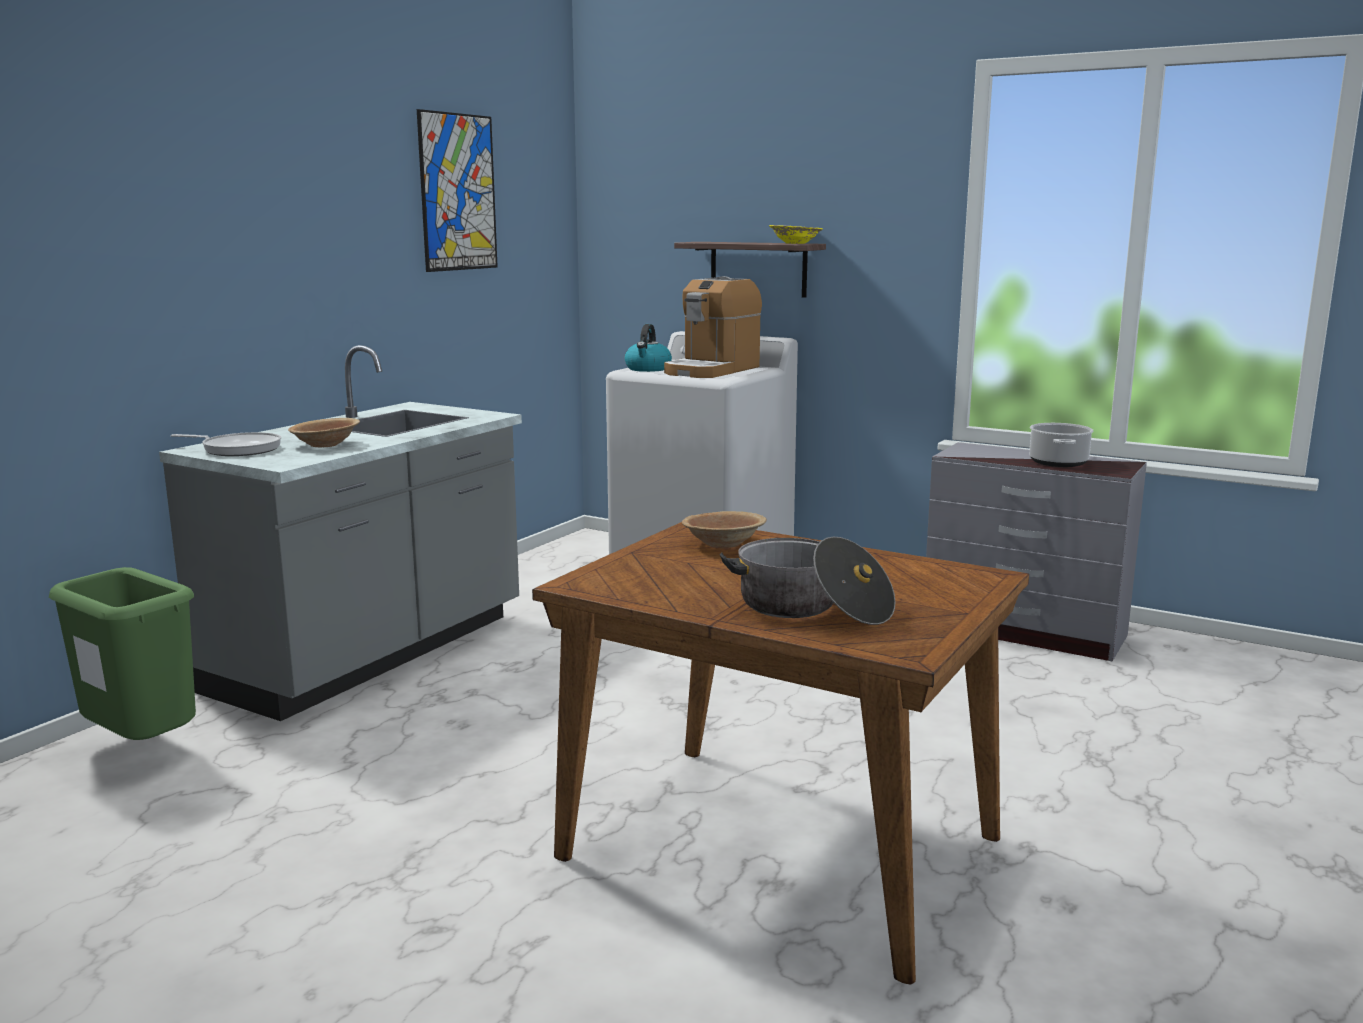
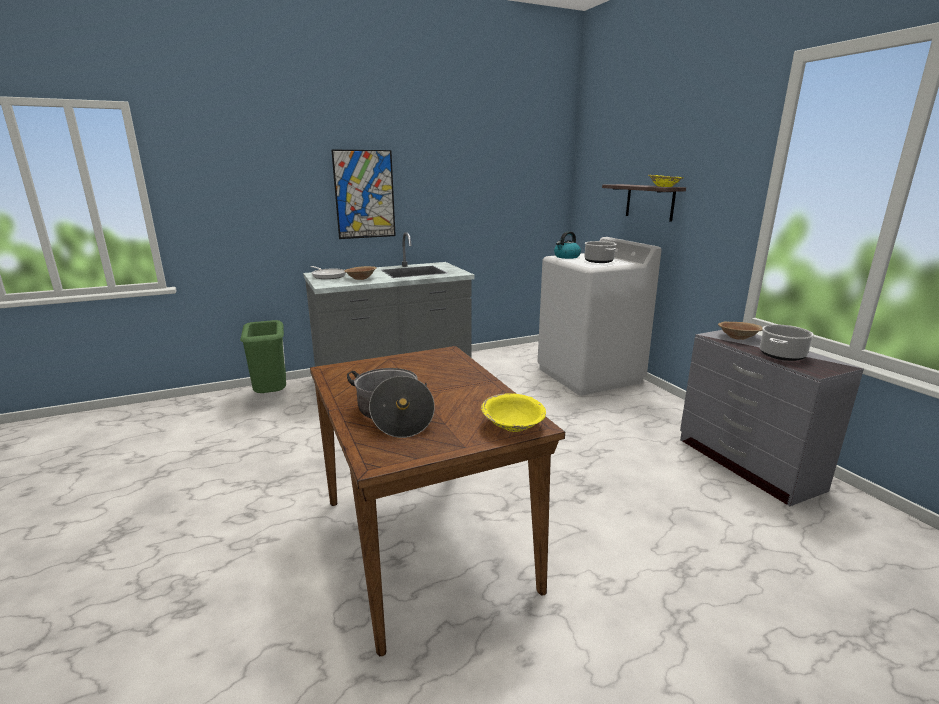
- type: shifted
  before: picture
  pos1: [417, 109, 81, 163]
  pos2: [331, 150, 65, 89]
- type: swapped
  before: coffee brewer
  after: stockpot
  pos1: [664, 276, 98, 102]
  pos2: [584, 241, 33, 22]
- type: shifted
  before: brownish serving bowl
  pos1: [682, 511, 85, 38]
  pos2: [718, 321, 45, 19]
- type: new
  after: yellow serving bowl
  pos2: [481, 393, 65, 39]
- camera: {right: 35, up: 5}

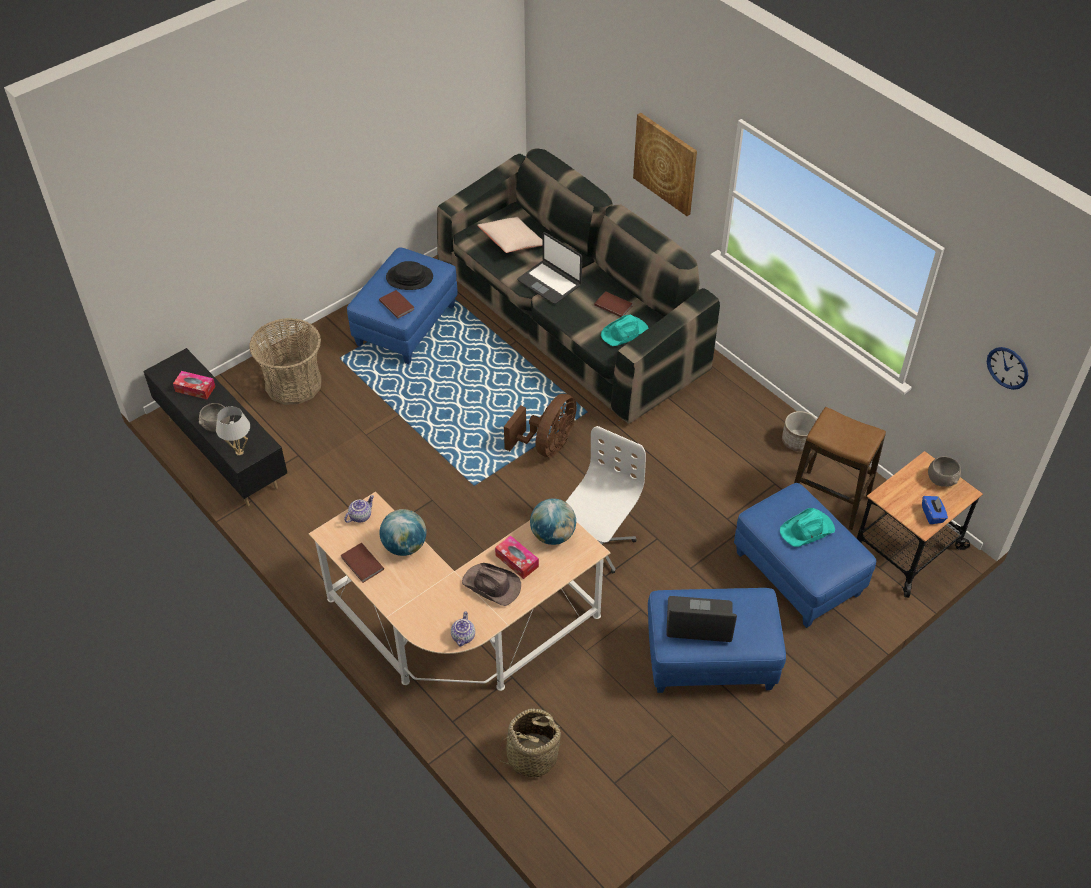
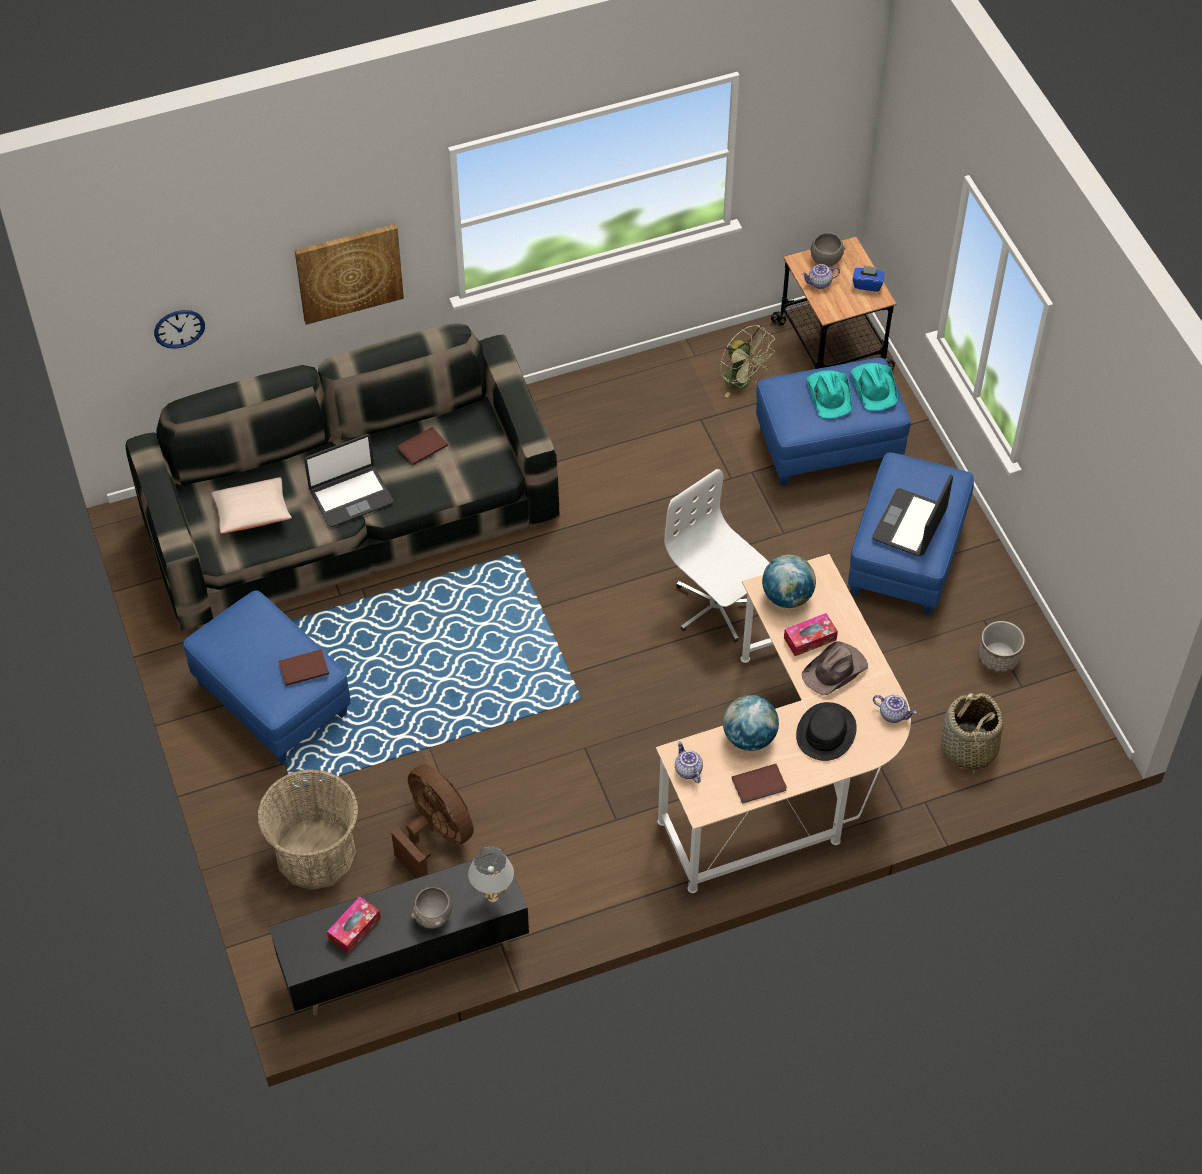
- type: shifted
  before: blackish wearable hat
  pos1: [386, 261, 47, 29]
  pos2: [796, 702, 61, 59]
- type: shifted
  before: blue-green wearable hat
  pos1: [601, 315, 47, 31]
  pos2: [851, 363, 47, 48]
- type: shifted
  before: hanging clock
  pos1: [987, 347, 41, 43]
  pos2: [154, 310, 51, 39]
- type: shifted
  before: brownish fan
  pos1: [504, 394, 73, 63]
  pos2: [391, 764, 83, 114]
- type: swapped
  before: sitting stool
  after: green-coloured fan
  pos1: [794, 407, 92, 123]
  pos2: [721, 325, 55, 72]
- type: shifted
  before: plant pot
  pos1: [782, 411, 35, 40]
  pos2: [978, 621, 47, 52]
- type: new
  after: tea pot
  pos2: [802, 264, 38, 25]
- camera: {right: -70, up: 5}

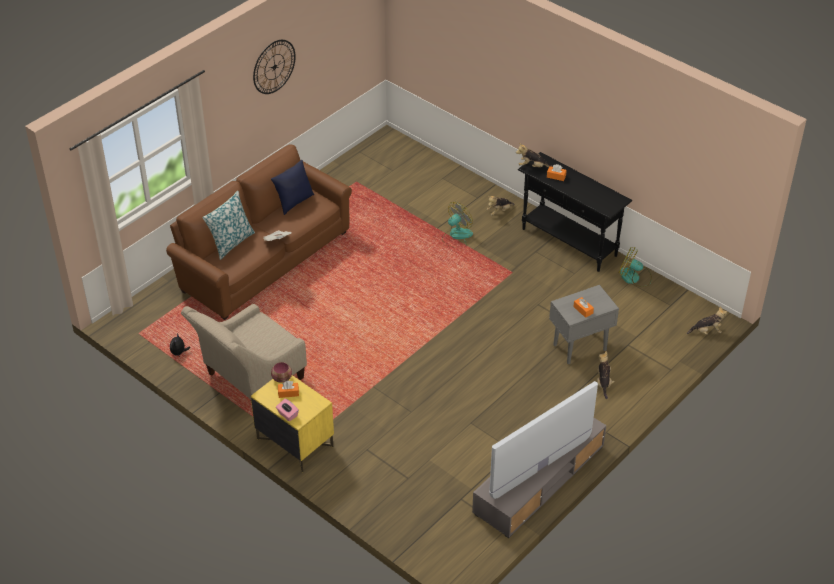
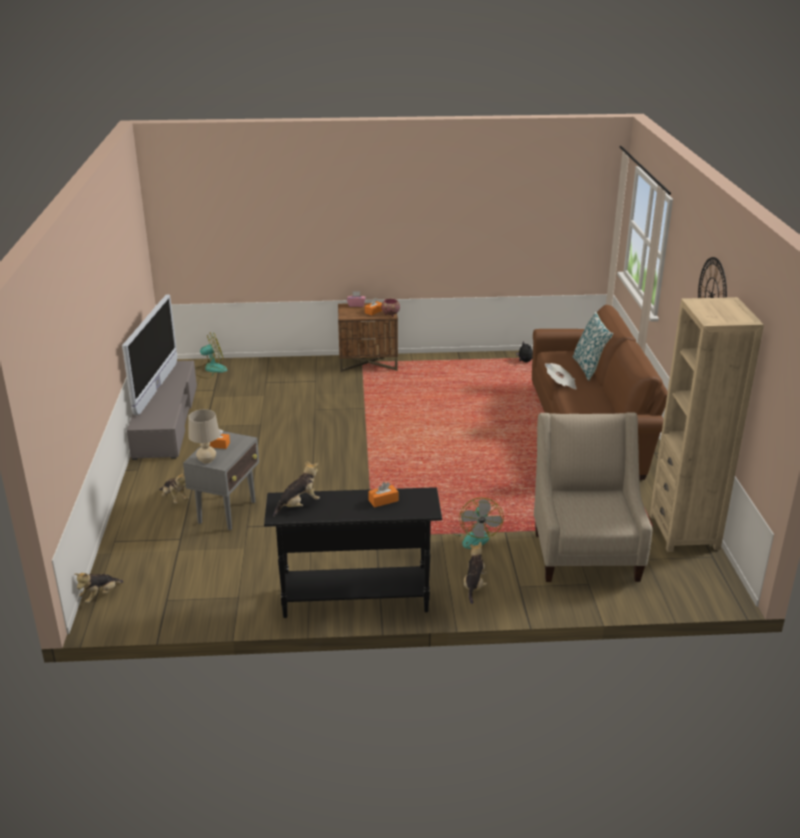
- type: shifted
  before: plush toy
  pos1: [516, 143, 36, 25]
  pos2: [273, 460, 47, 57]
- type: gone
  before: bluish pillow
  pos1: [271, 160, 43, 55]
- type: shifted
  before: fan
  pos1: [619, 247, 33, 40]
  pos2: [195, 333, 32, 46]
- type: shifted
  before: sand-coloured easy chair
  pos1: [181, 304, 126, 96]
  pos2: [534, 412, 118, 170]
- type: repainted
  before: yellow nightstand
  after: brownish nightstand
  pos1: [251, 375, 83, 97]
  pos2: [338, 303, 60, 70]
- type: new
  after: sand-coloured bookshelf
  pos2: [649, 297, 115, 255]
- type: new
  after: sand-coloured lamp for a table
  pos2: [188, 409, 32, 55]
- camera: {right: 135, up: -15}

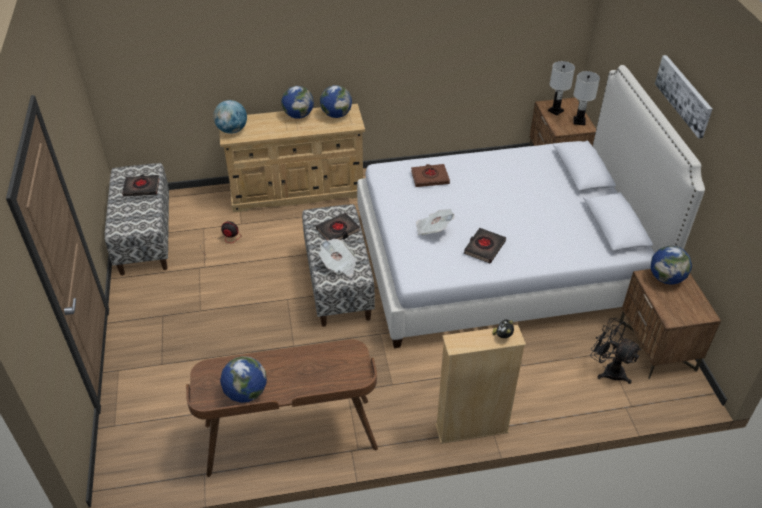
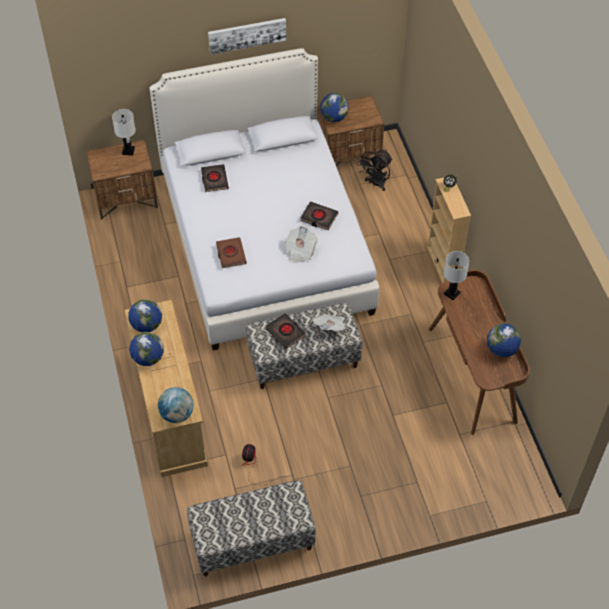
- type: shifted
  before: white-coloured lamp for a table
  pos1: [548, 61, 27, 54]
  pos2: [444, 251, 25, 49]
- type: shifted
  before: blackish volume
  pos1: [122, 175, 37, 22]
  pos2: [201, 164, 28, 28]
- camera: {right: -95, up: 10}

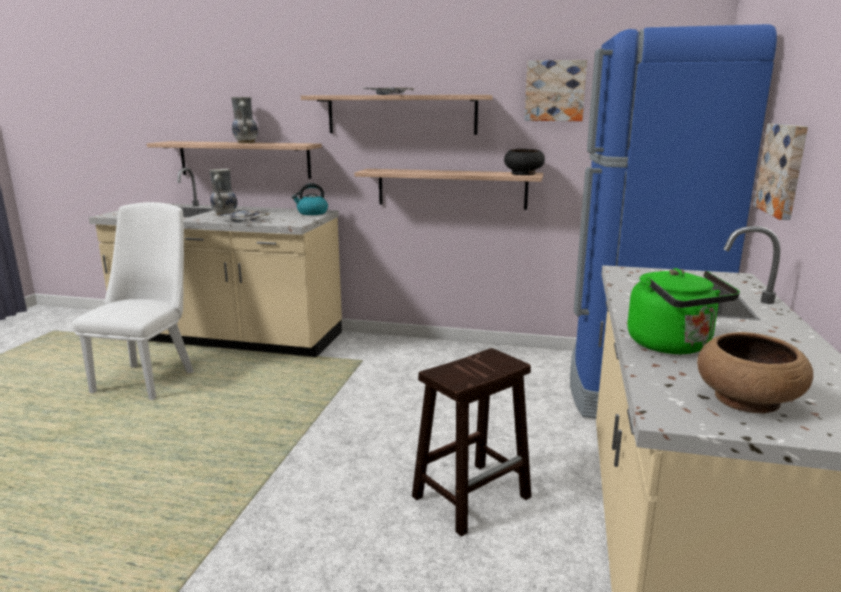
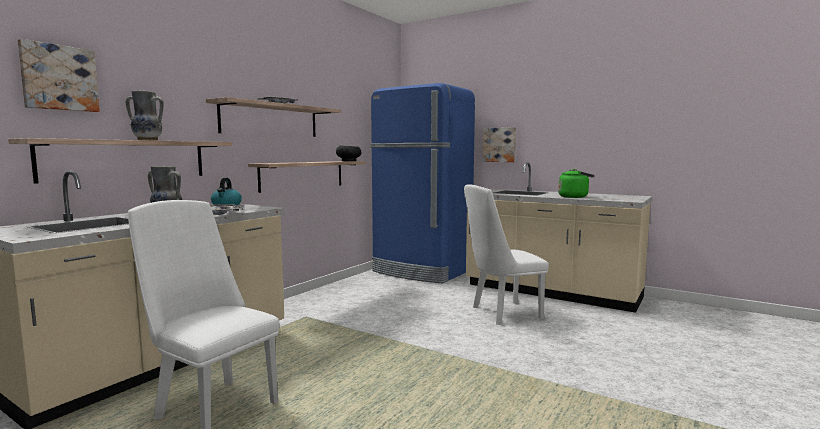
- type: shifted
  before: picture
  pos1: [524, 60, 63, 61]
  pos2: [18, 39, 82, 73]
- type: gone
  before: brownish serving bowl
  pos1: [697, 332, 116, 82]
- type: swapped
  before: brownish sitting stool
  after: white-coloured chair
  pos1: [412, 348, 119, 189]
  pos2: [464, 184, 85, 141]
- camera: {right: -70, up: -10}

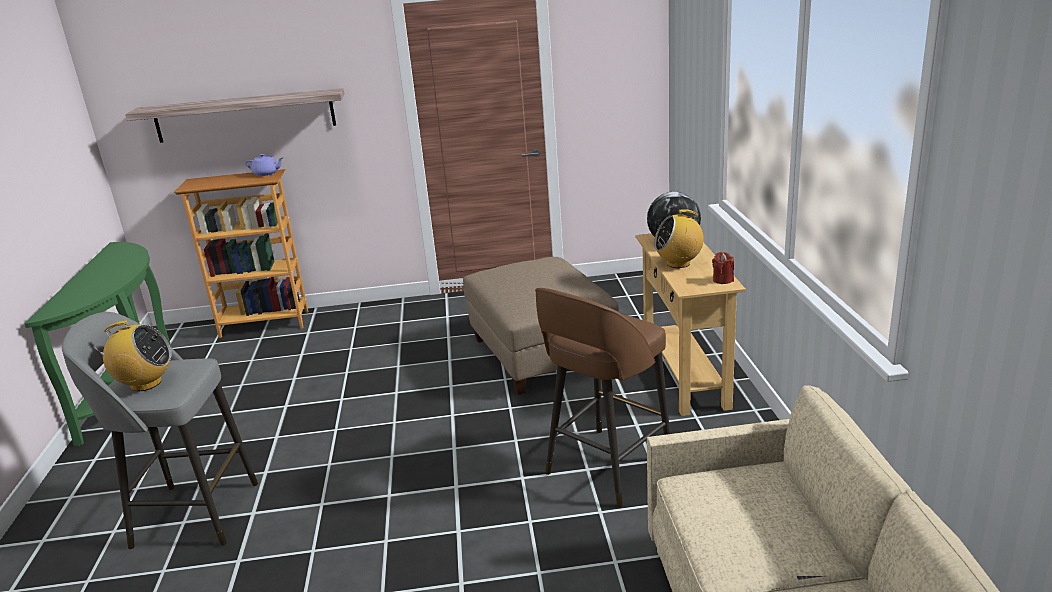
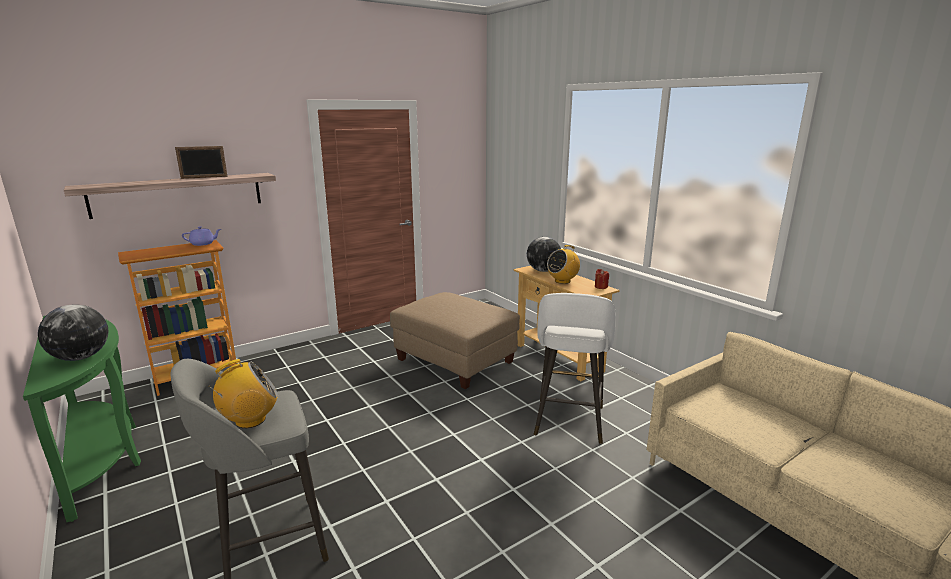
- type: repainted
  before: brownish sitting stool
  after: white-coloured sitting stool
  pos1: [535, 288, 135, 220]
  pos2: [534, 293, 82, 151]
- type: new
  after: photo frame
  pos2: [175, 146, 53, 33]
- type: new
  after: world globe
  pos2: [38, 304, 71, 57]
- camera: {right: -30, up: -5}

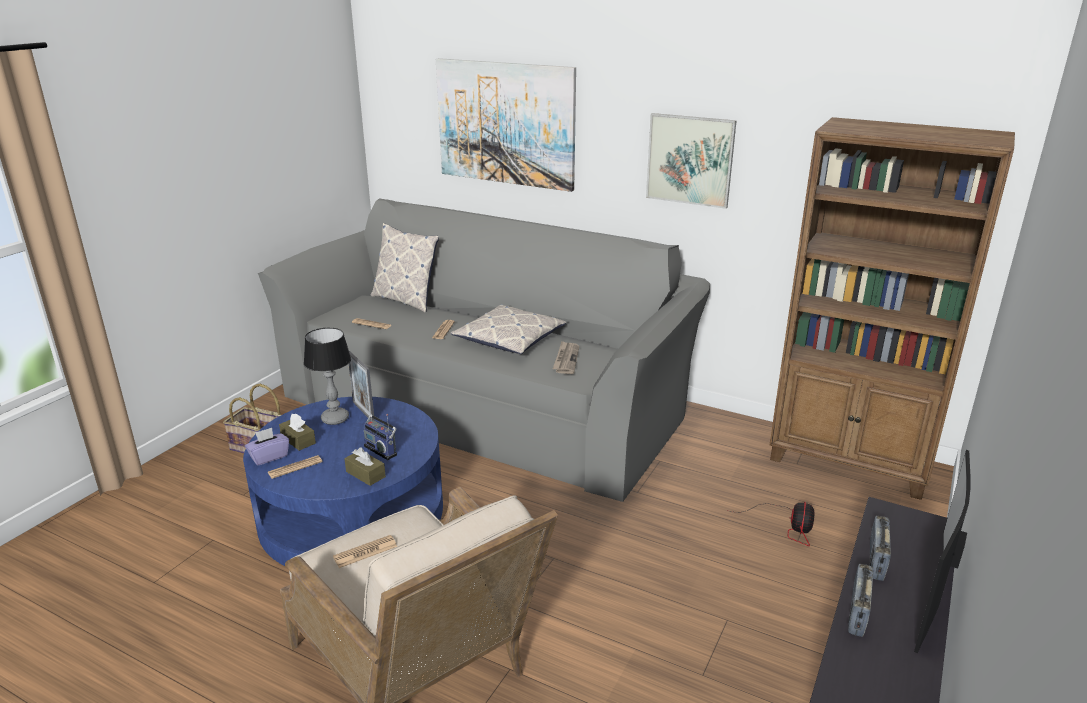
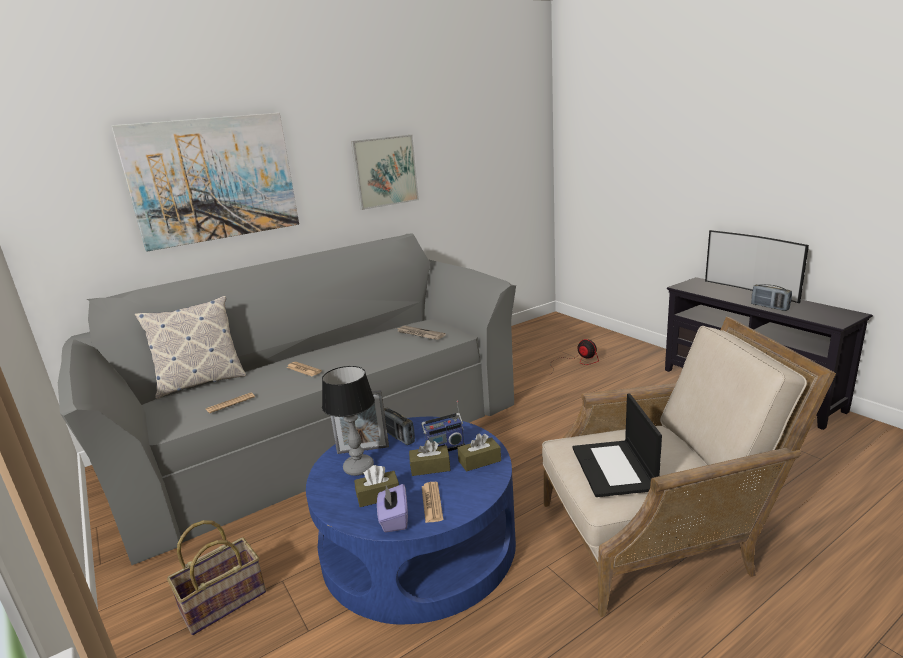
- type: gone
  before: brownish bookshelf
  pos1: [770, 117, 245, 383]
- type: gone
  before: pillow
  pos1: [450, 304, 117, 50]
- type: shifted
  before: radio receiver
  pos1: [869, 516, 22, 65]
  pos2: [384, 408, 31, 37]
- type: swapped
  before: printed paper
  after: notebook computer
  pos1: [333, 535, 64, 33]
  pos2: [572, 393, 90, 104]
- type: new
  after: brownish tissue box
  pos2: [409, 440, 42, 36]
- camera: {right: -60, up: -5}

